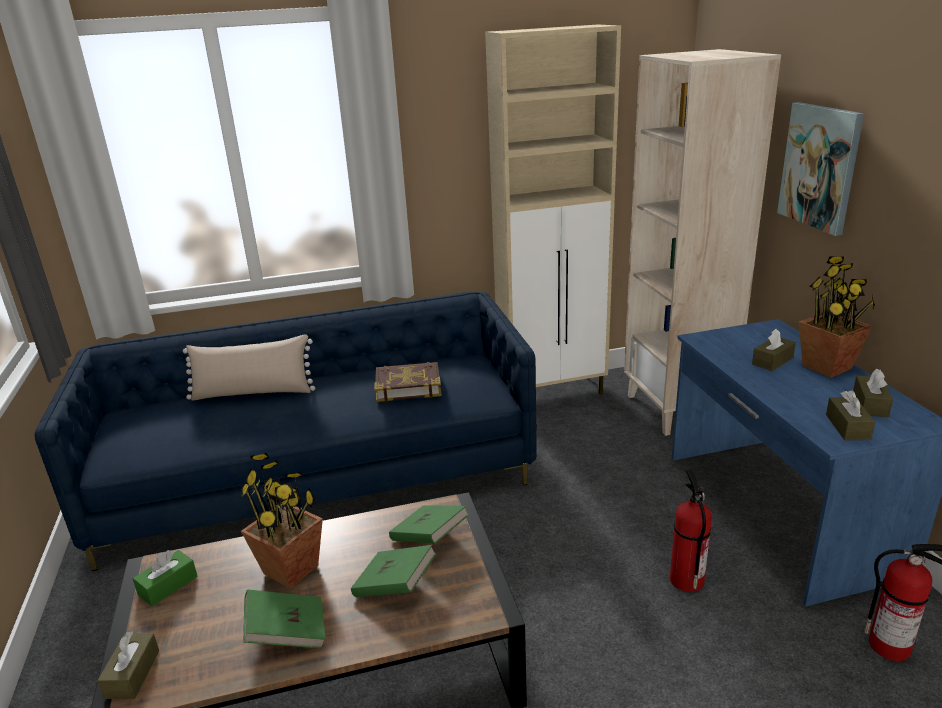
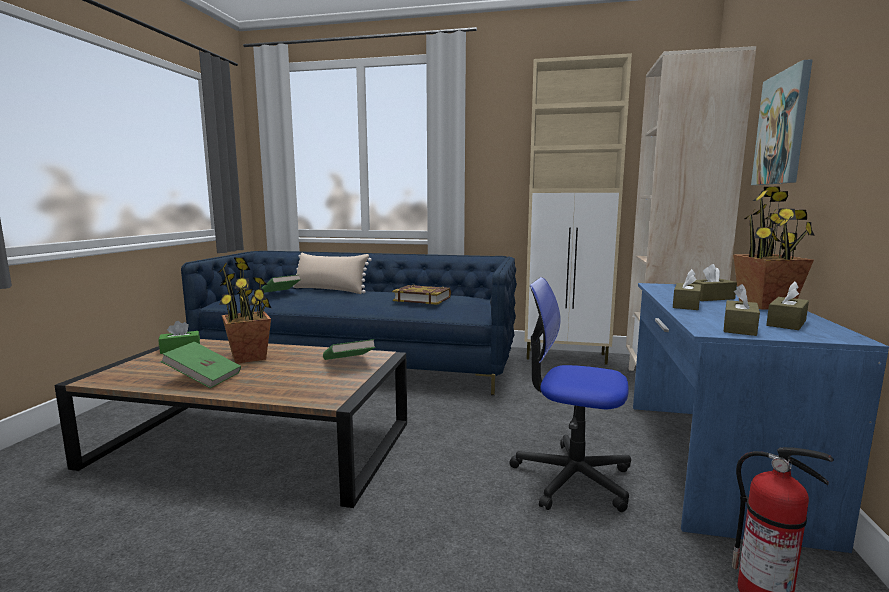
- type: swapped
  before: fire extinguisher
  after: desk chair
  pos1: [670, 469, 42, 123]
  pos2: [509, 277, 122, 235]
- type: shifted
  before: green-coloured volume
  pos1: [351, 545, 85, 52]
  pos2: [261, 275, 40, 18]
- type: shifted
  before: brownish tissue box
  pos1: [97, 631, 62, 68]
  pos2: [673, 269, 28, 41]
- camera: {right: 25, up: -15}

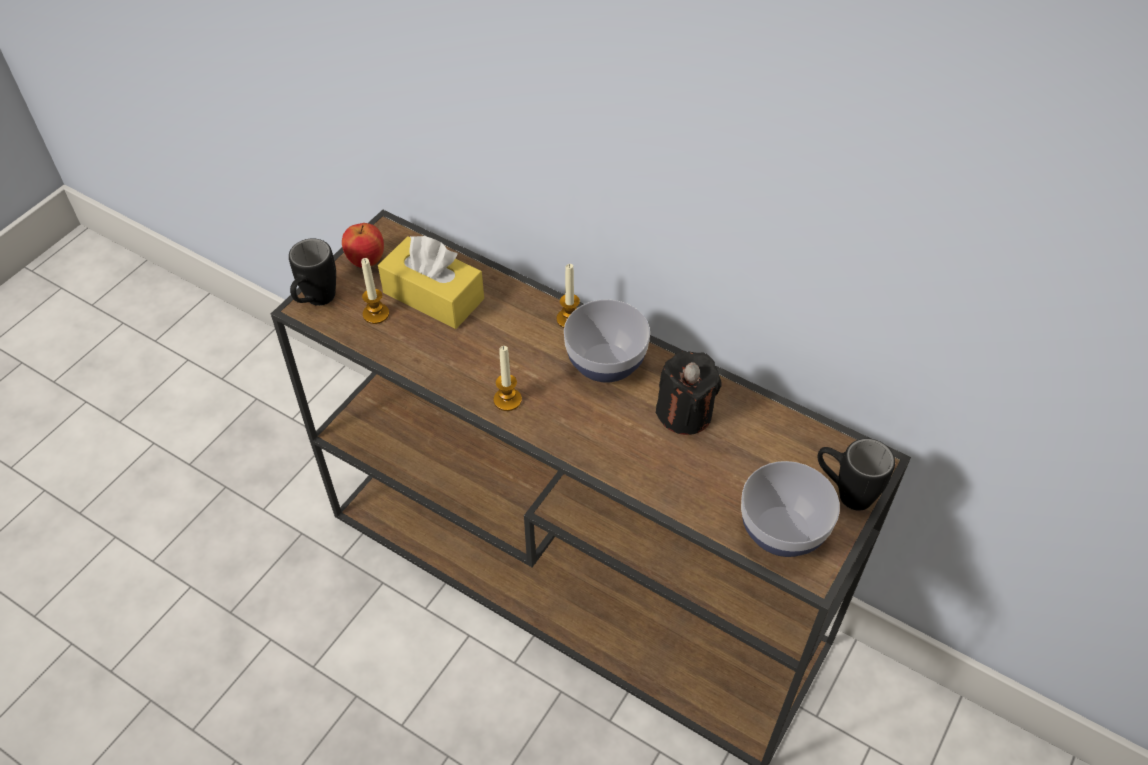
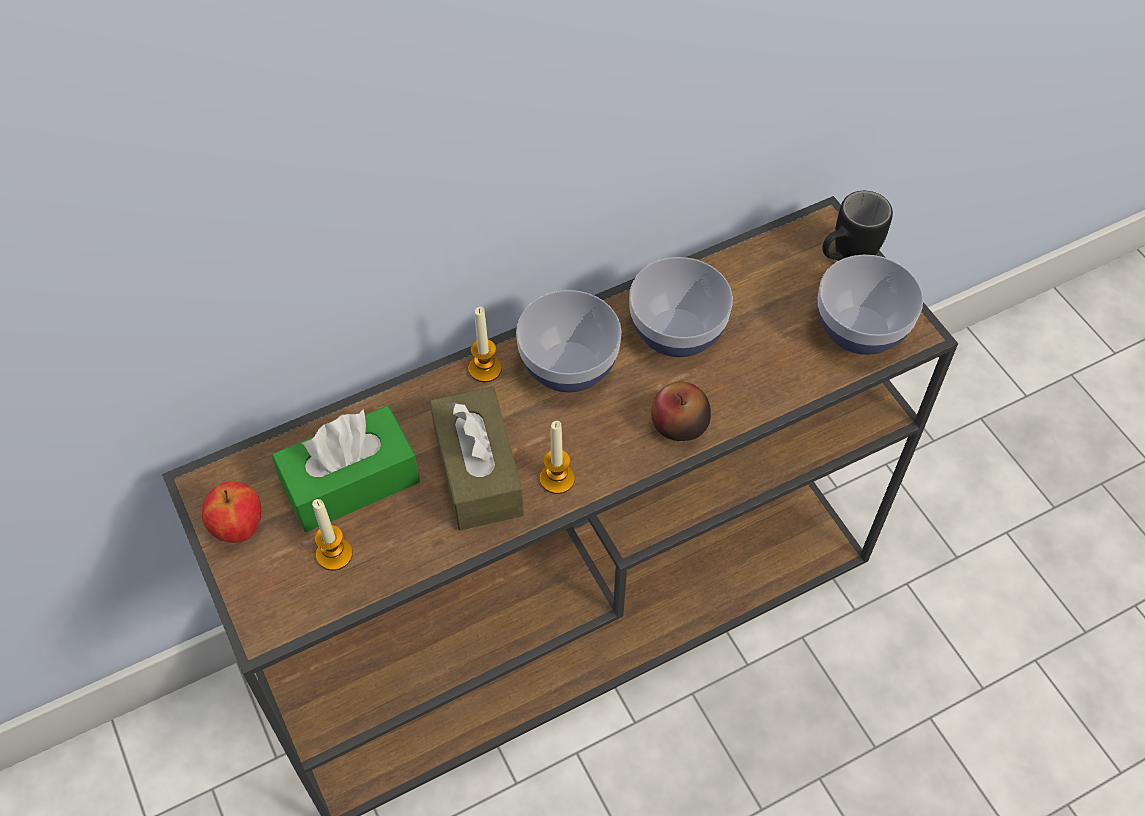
- type: repainted
  before: yellow tissue box
  after: green-coloured tissue box
  pos1: [378, 236, 106, 93]
  pos2: [272, 406, 148, 126]
- type: gone
  before: blackish coffee mug
  pos1: [289, 238, 47, 68]
- type: swapped
  before: blackish candle
  after: serving bowl
  pos1: [656, 351, 65, 84]
  pos2: [629, 257, 104, 100]
- type: new
  after: apple
  pos2: [651, 382, 60, 59]
- type: new
  after: brownish tissue box
  pos2: [430, 387, 94, 143]
- camera: {right: -60, up: 5}

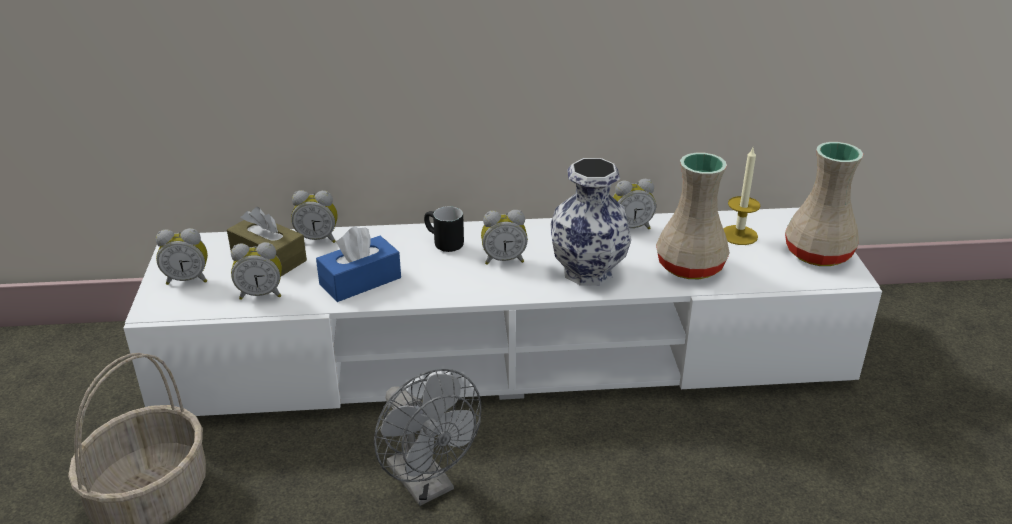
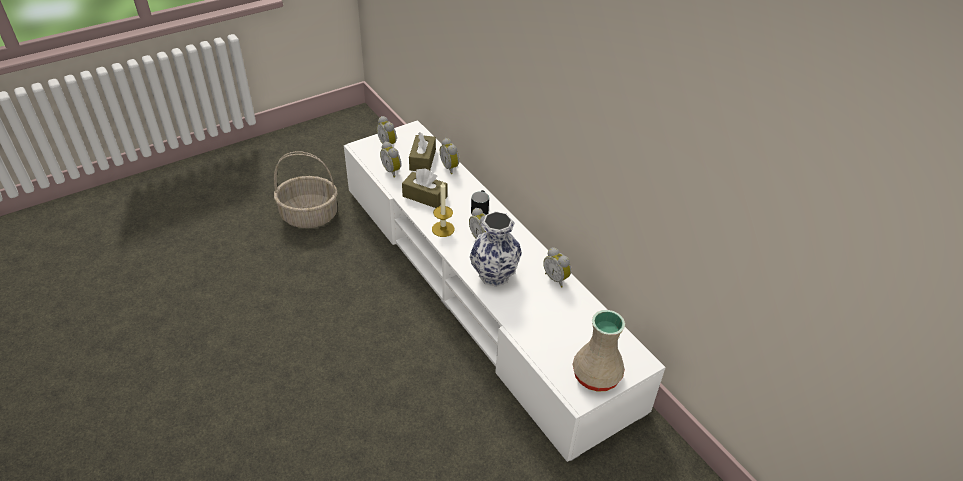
- type: shifted
  before: candle
  pos1: [723, 148, 37, 97]
  pos2: [432, 182, 23, 55]
- type: gone
  before: sand-coloured flower vase
  pos1: [656, 153, 74, 126]
- type: repainted
  before: bluish tissue box
  after: brownish tissue box
  pos1: [316, 226, 85, 76]
  pos2: [402, 168, 46, 40]
- type: gone
  before: grey fan
  pos1: [374, 369, 107, 137]
- camera: {right: 60, up: 10}

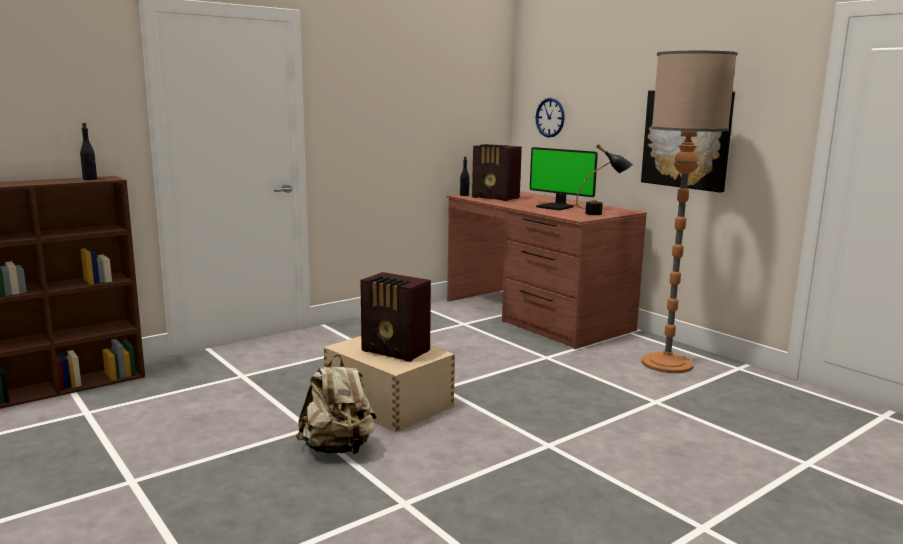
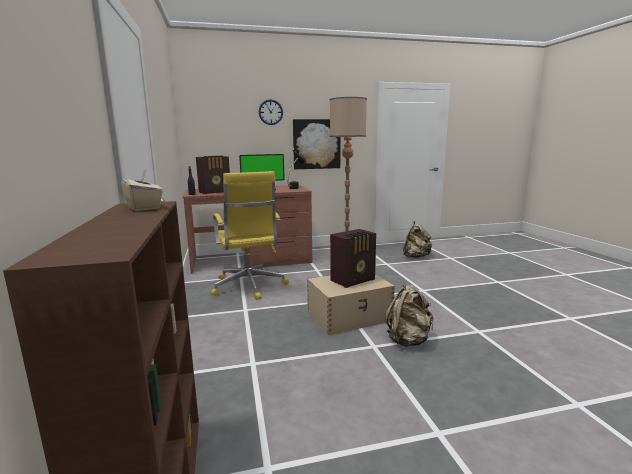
- type: shifted
  before: hanging clock
  pos1: [536, 98, 29, 40]
  pos2: [259, 99, 24, 26]
- type: swapped
  before: blackish bottle
  after: sand-coloured tissue box
  pos1: [80, 123, 17, 57]
  pos2: [121, 170, 42, 41]
- type: new
  after: yellow desk chair
  pos2: [211, 171, 78, 129]
- type: new
  after: sand-coloured backpack
  pos2: [403, 221, 29, 37]
- camera: {right: -65, up: 0}

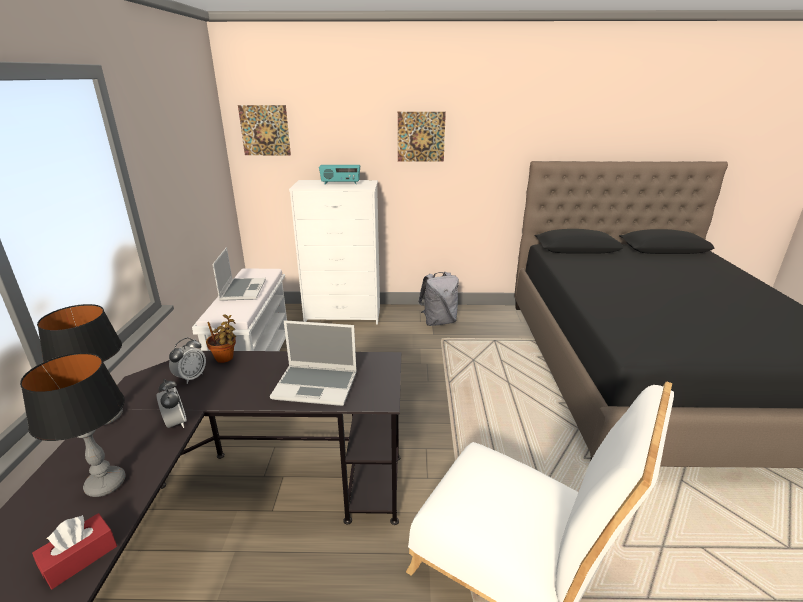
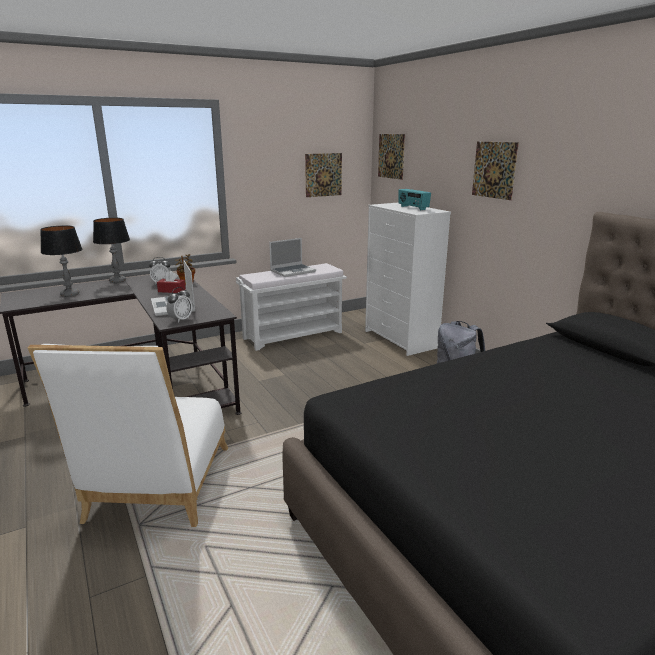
- type: shifted
  before: alarm clock
  pos1: [156, 379, 31, 49]
  pos2: [166, 287, 26, 36]
- type: shifted
  before: red tissue box
  pos1: [32, 513, 85, 76]
  pos2: [157, 271, 29, 22]
- type: new
  after: picture
  pos2: [305, 153, 37, 44]
- camera: {right: 60, up: -5}

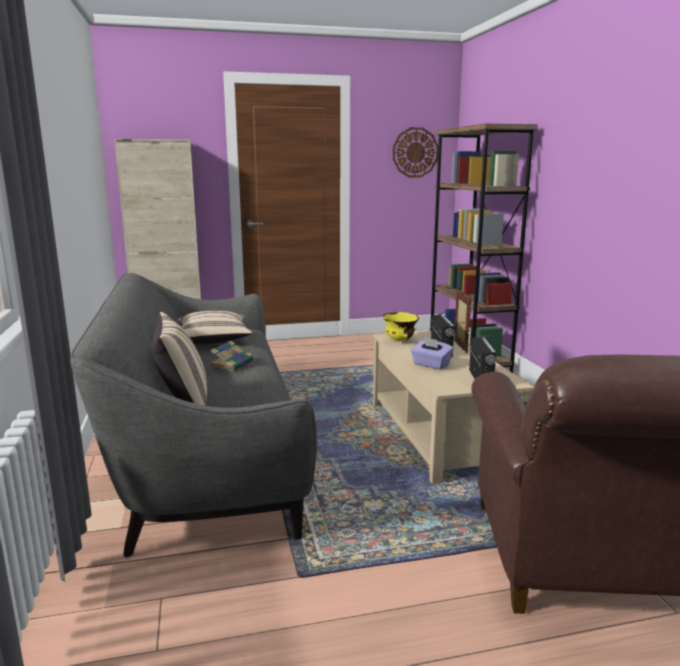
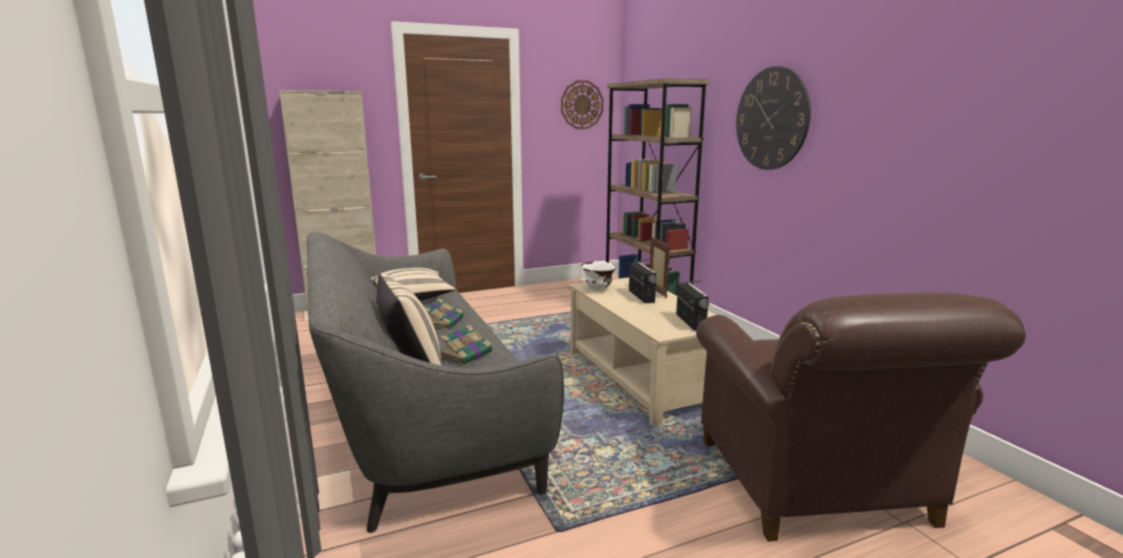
- type: repainted
  before: yellow serving bowl
  after: white-coloured serving bowl
  pos1: [382, 312, 37, 29]
  pos2: [581, 261, 35, 29]
- type: gone
  before: purple-coloured tissue box
  pos1: [411, 337, 43, 32]
- type: new
  after: hanging clock
  pos2: [736, 66, 75, 104]
- type: new
  after: volume
  pos2: [440, 325, 52, 40]
- camera: {right: -10, up: 0}

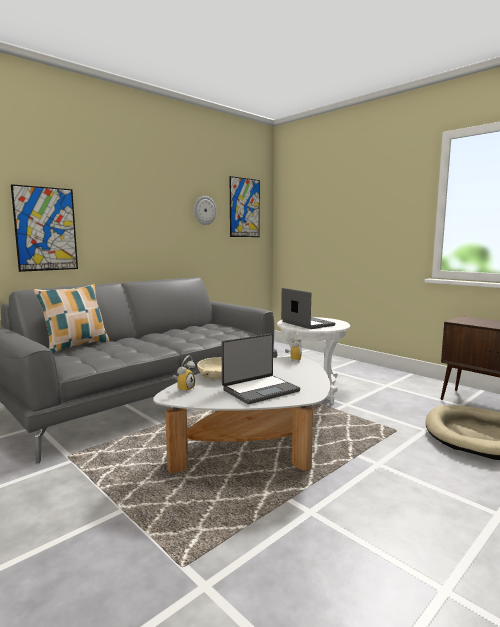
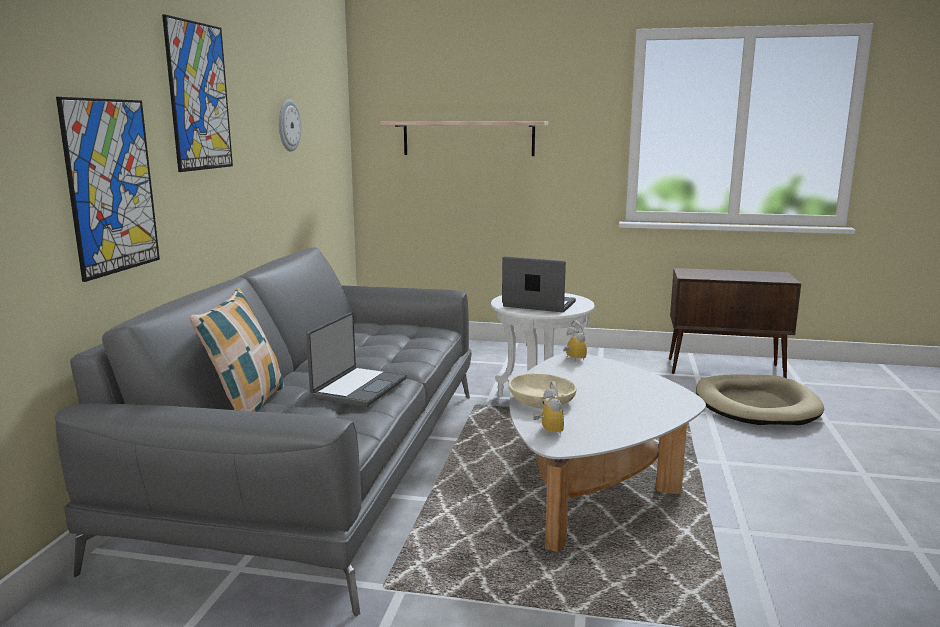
- type: shifted
  before: picture
  pos1: [230, 176, 30, 61]
  pos2: [162, 14, 71, 158]
- type: shifted
  before: notebook computer
  pos1: [221, 334, 79, 70]
  pos2: [306, 312, 101, 95]
- type: new
  after: bracket shelf
  pos2: [380, 121, 168, 35]
- camera: {right: -35, up: 5}

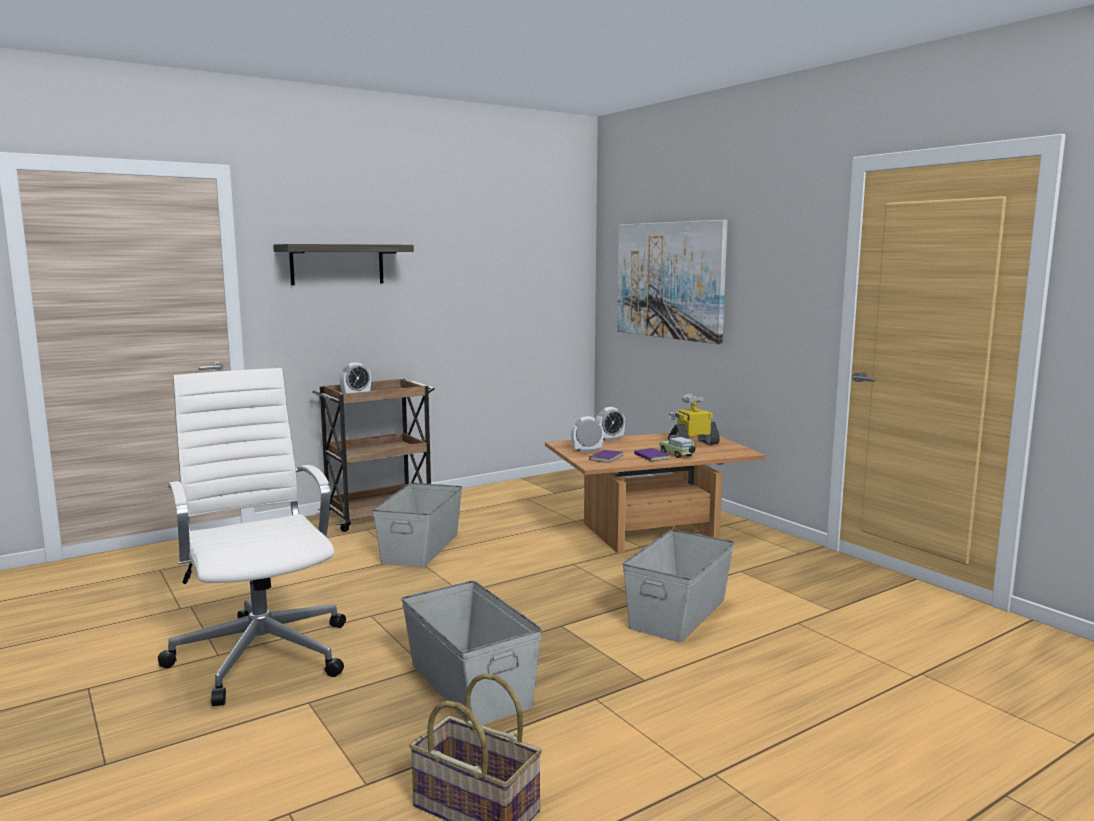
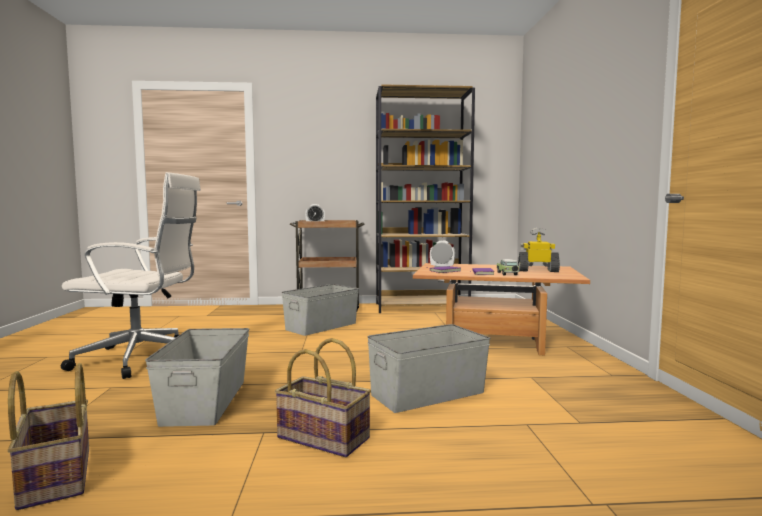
- type: gone
  before: picture
  pos1: [617, 220, 111, 124]
- type: gone
  before: bracket shelf
  pos1: [274, 244, 140, 41]
- type: rotated
  before: white-coloured desk chair
  pos1: [158, 368, 188, 338]
  pos2: [61, 172, 140, 207]
  turn: 90
- type: gone
  before: alarm clock
  pos1: [596, 407, 29, 34]
- type: new
  after: brownish bookshelf
  pos2: [376, 84, 99, 229]
- type: new
  after: household basket
  pos2: [275, 338, 96, 119]
- camera: {right: 30, up: -5}

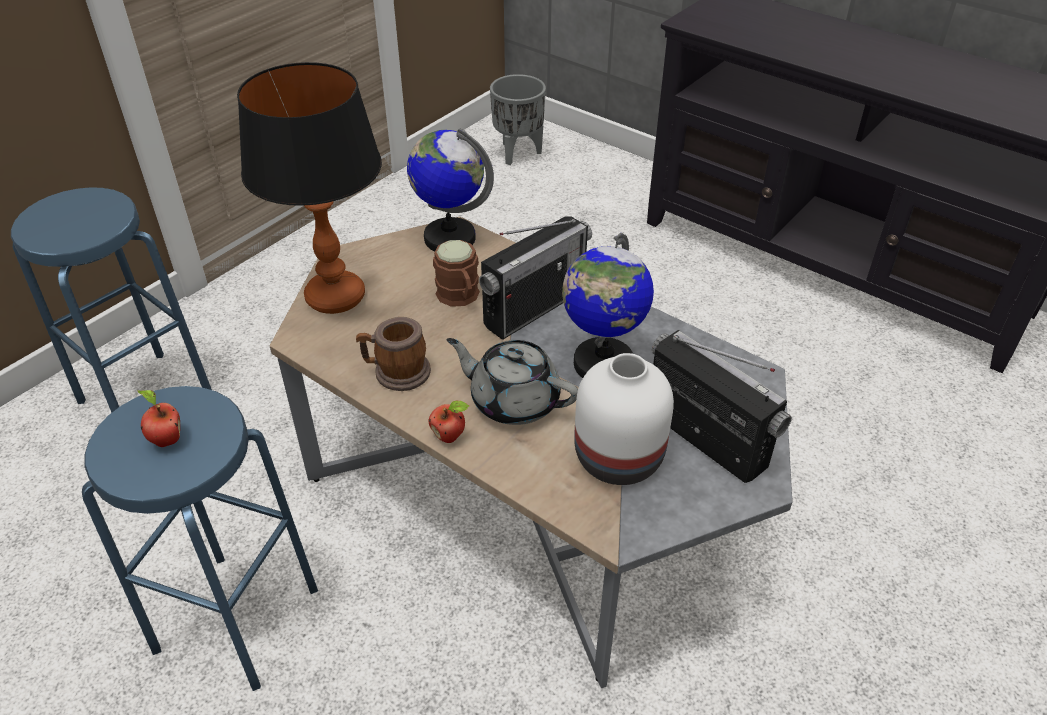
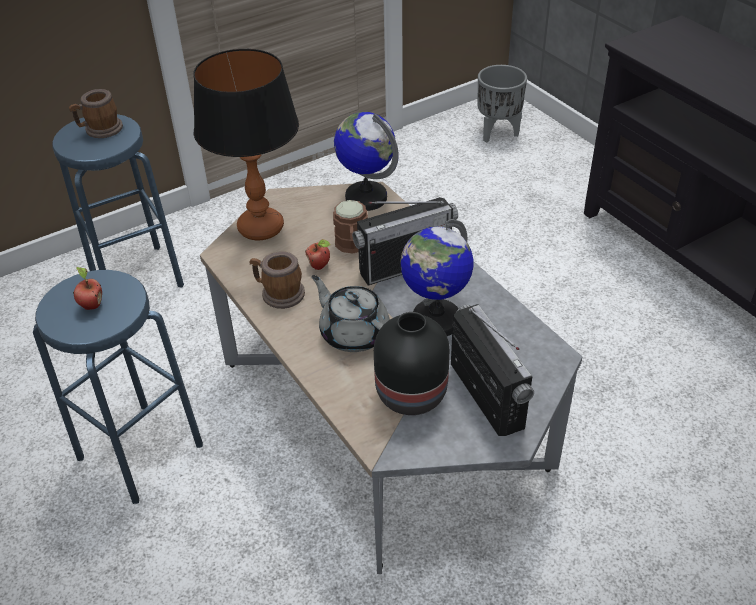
- type: repainted
  before: white-coloured flower vase
  after: blackish flower vase
  pos1: [574, 353, 100, 132]
  pos2: [374, 312, 76, 103]
- type: shifted
  before: apple
  pos1: [429, 400, 40, 43]
  pos2: [305, 239, 26, 31]
- type: new
  after: coffee mug
  pos2: [69, 89, 54, 49]
- camera: {right: 20, up: 0}

